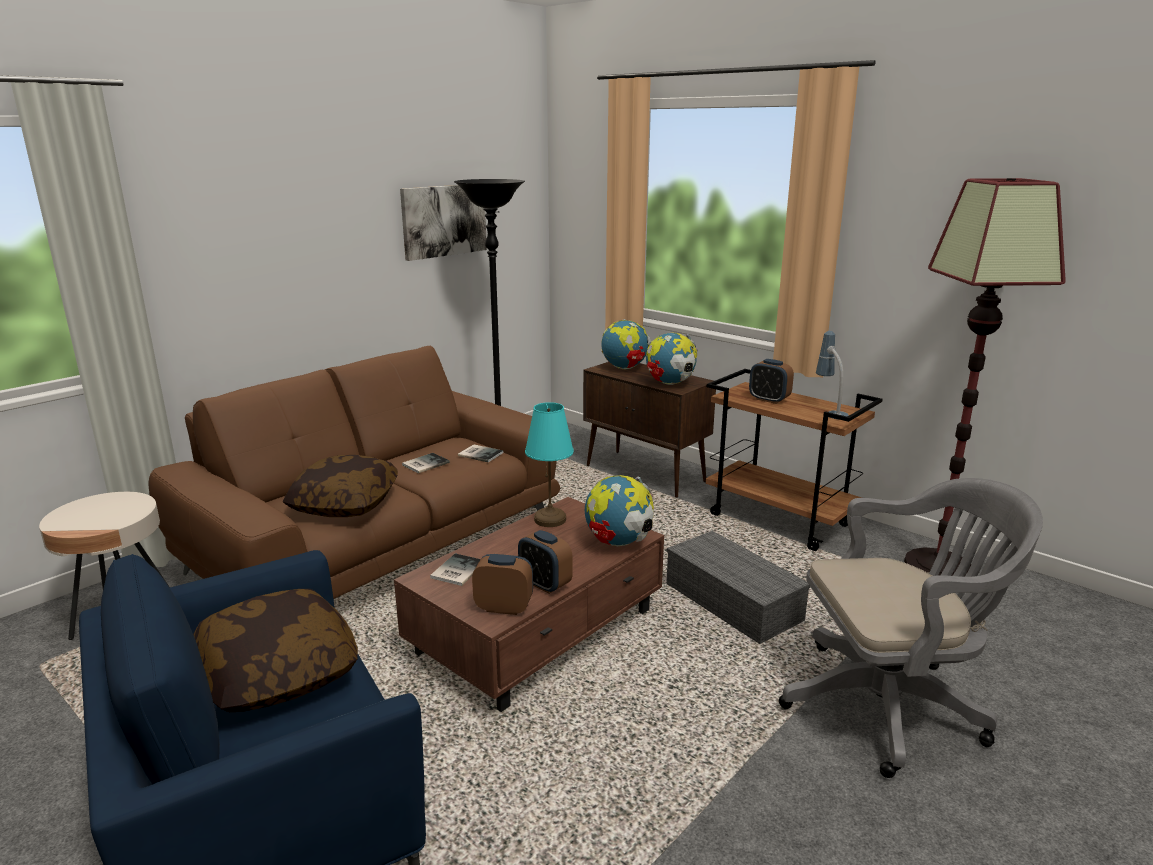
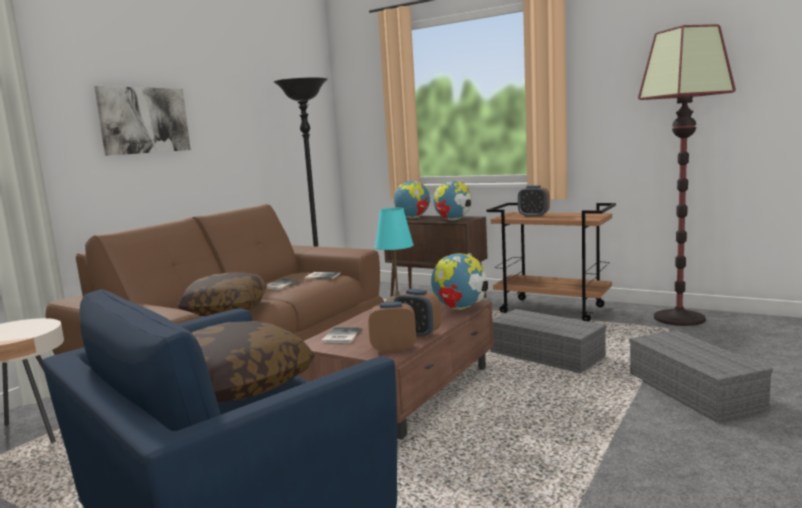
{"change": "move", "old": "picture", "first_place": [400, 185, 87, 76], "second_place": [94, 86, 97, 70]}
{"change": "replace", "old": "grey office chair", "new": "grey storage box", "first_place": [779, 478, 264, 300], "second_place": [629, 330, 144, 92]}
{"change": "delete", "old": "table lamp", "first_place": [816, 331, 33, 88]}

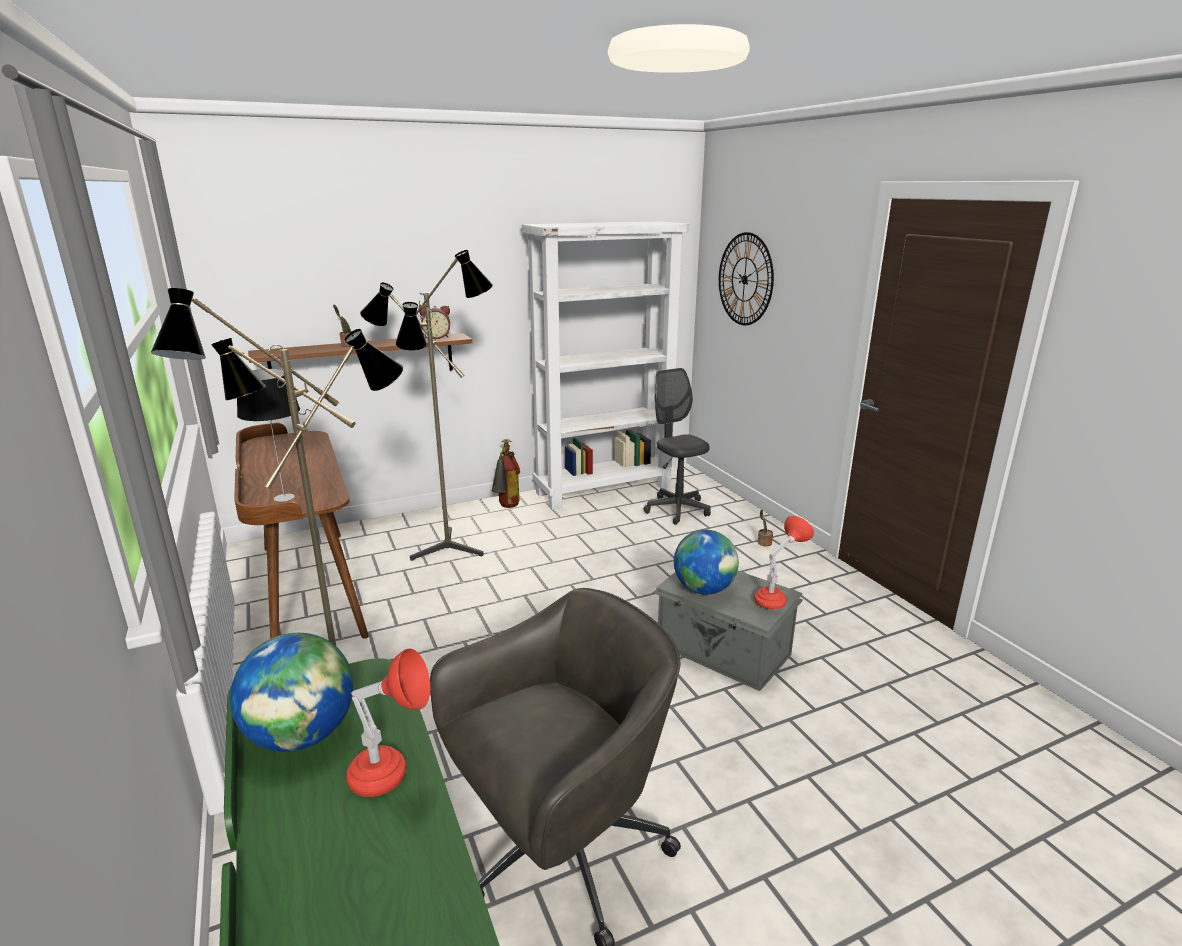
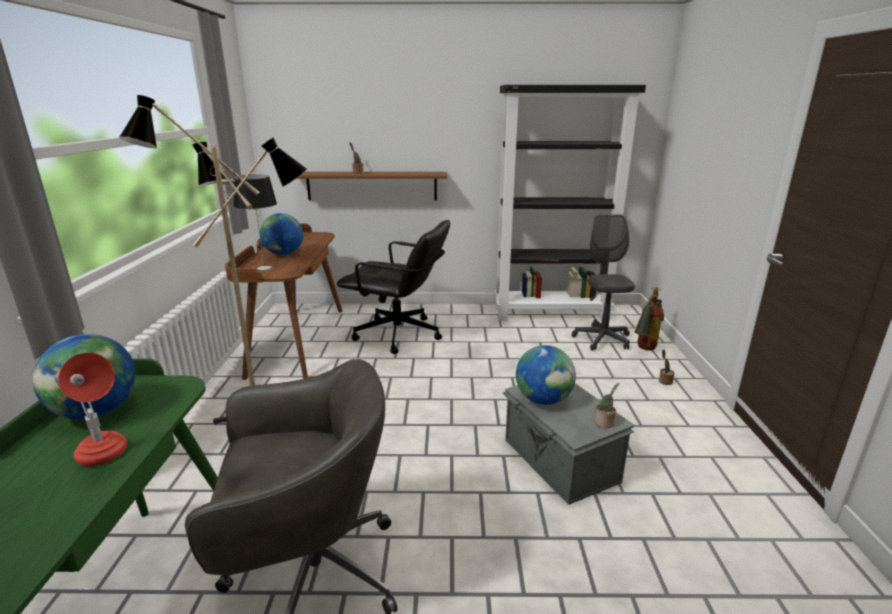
{"change": "replace", "old": "floor lamp", "new": "black office chair", "first_place": [360, 250, 133, 311], "second_place": [337, 220, 113, 134]}
{"change": "delete", "old": "alarm clock", "first_place": [419, 306, 31, 33]}
{"change": "move", "old": "fire extinguisher", "first_place": [492, 439, 28, 69], "second_place": [635, 287, 29, 63]}
{"change": "recolor", "old": "white bookcase", "new": "black bookcase", "first_place": [522, 221, 167, 289], "second_place": [494, 85, 152, 236]}
{"change": "delete", "old": "wall clock", "first_place": [719, 232, 55, 93]}
{"change": "replace", "old": "red table lamp", "new": "potted plant", "first_place": [754, 516, 60, 94], "second_place": [594, 382, 25, 46]}
{"change": "insert", "new": "globe", "second_place": [260, 213, 43, 42]}

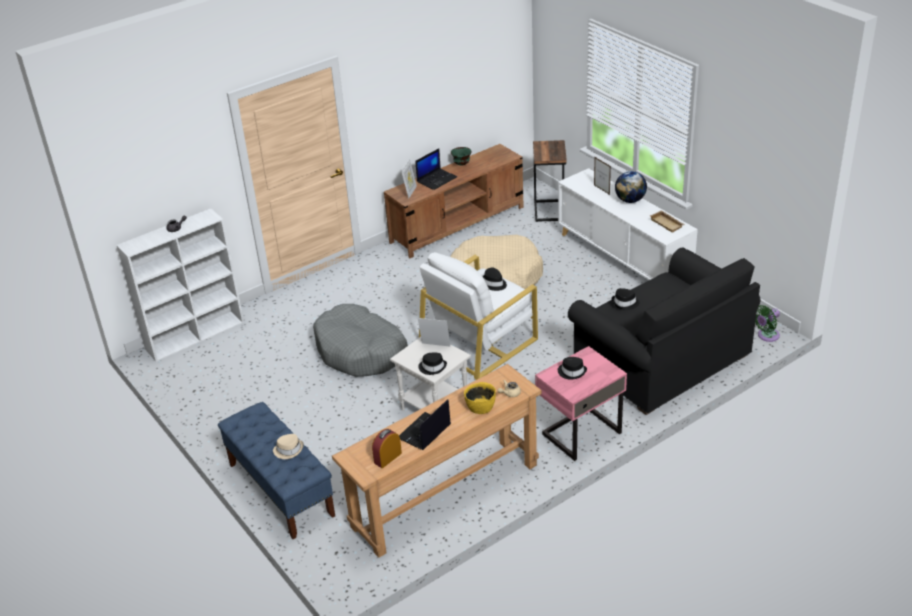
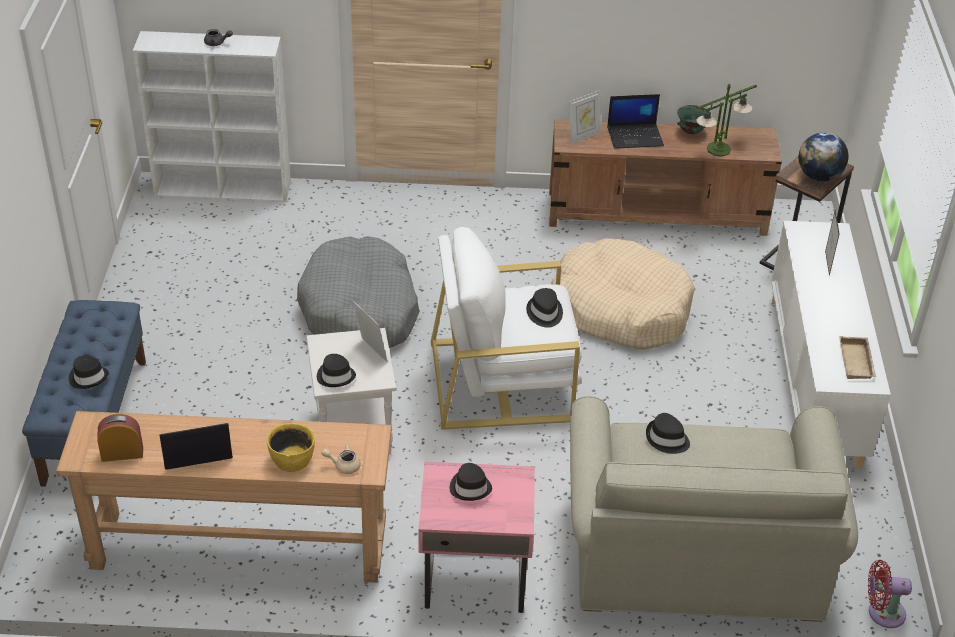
{"change": "recolor", "old": "beige hat", "new": "black hat", "first_place": [273, 434, 31, 25], "second_place": [69, 355, 40, 34]}
{"change": "recolor", "old": "black sofa", "new": "beige sofa", "first_place": [568, 248, 193, 167], "second_place": [570, 396, 288, 226]}
{"change": "move", "old": "globe", "first_place": [615, 171, 32, 32], "second_place": [799, 132, 50, 49]}
{"change": "recolor", "old": "green fan", "new": "red fan", "first_place": [755, 305, 25, 37], "second_place": [868, 560, 44, 68]}
{"change": "insert", "new": "table lamp", "second_place": [696, 84, 61, 73]}

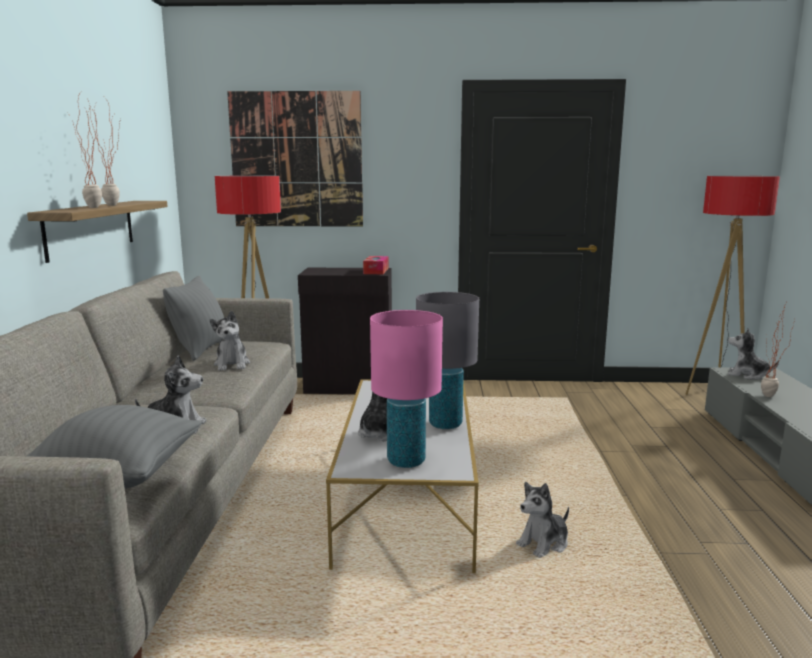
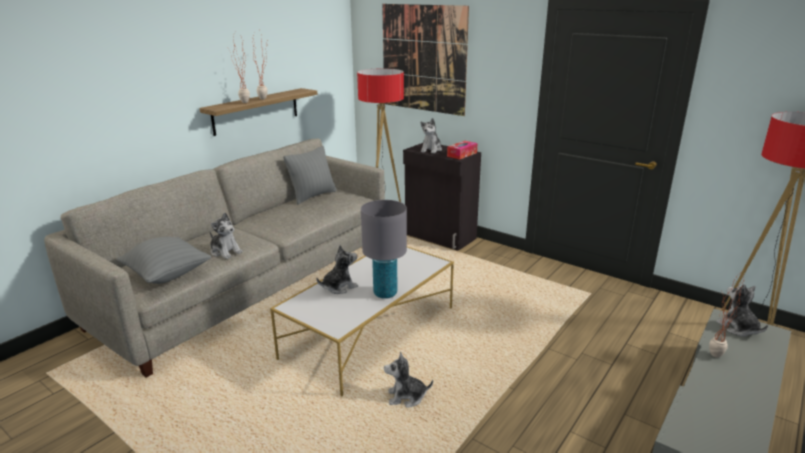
{"change": "move", "old": "plush toy", "first_place": [210, 311, 40, 60], "second_place": [421, 118, 21, 36]}
{"change": "delete", "old": "pink table lamp", "first_place": [370, 310, 73, 158]}

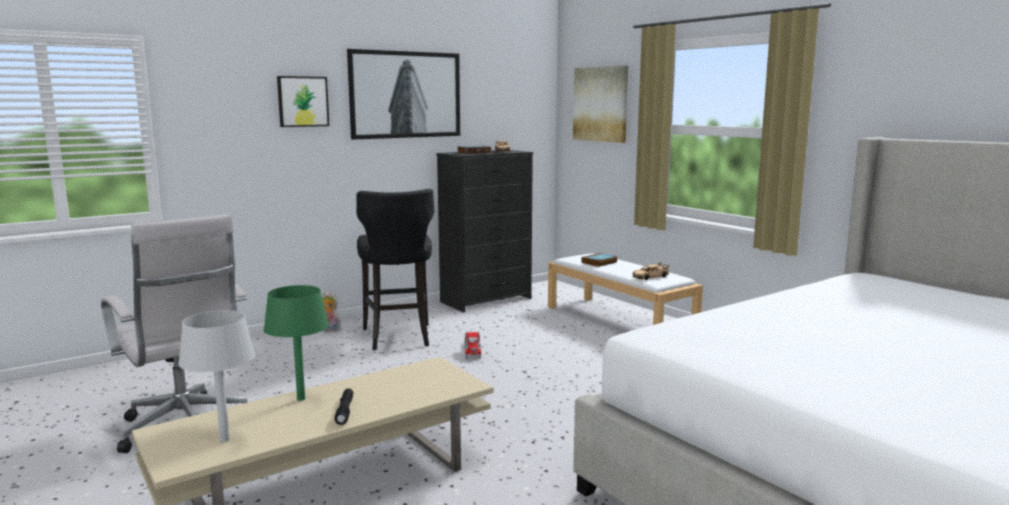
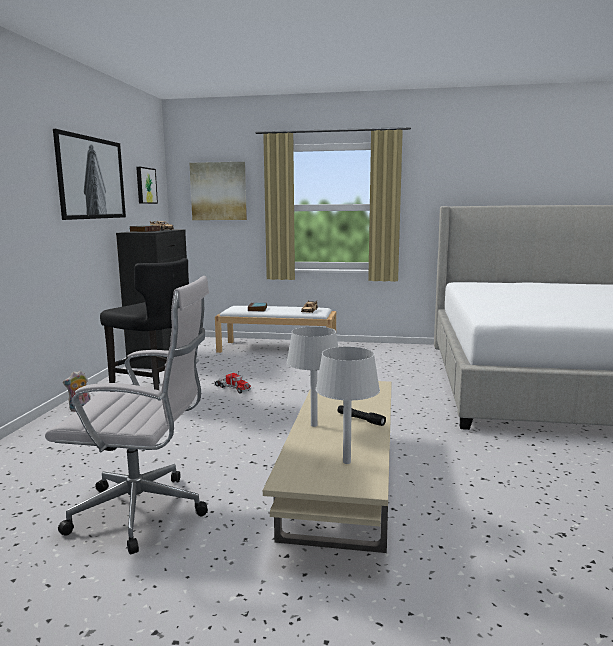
{"change": "recolor", "old": "green table lamp", "new": "grey table lamp", "first_place": [264, 285, 65, 116], "second_place": [287, 327, 51, 100]}
{"change": "move", "old": "picture", "first_place": [277, 76, 52, 51], "second_place": [136, 167, 22, 37]}

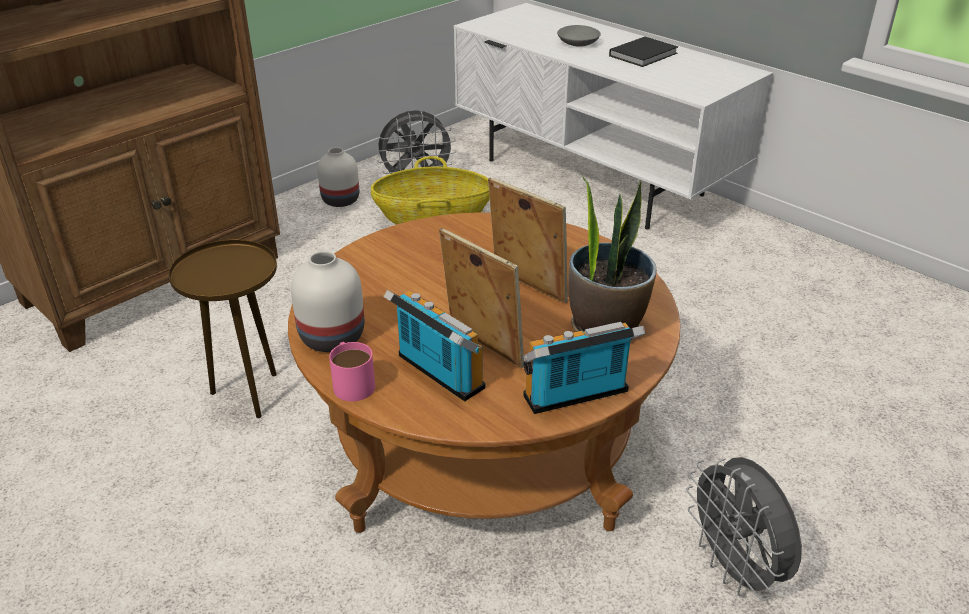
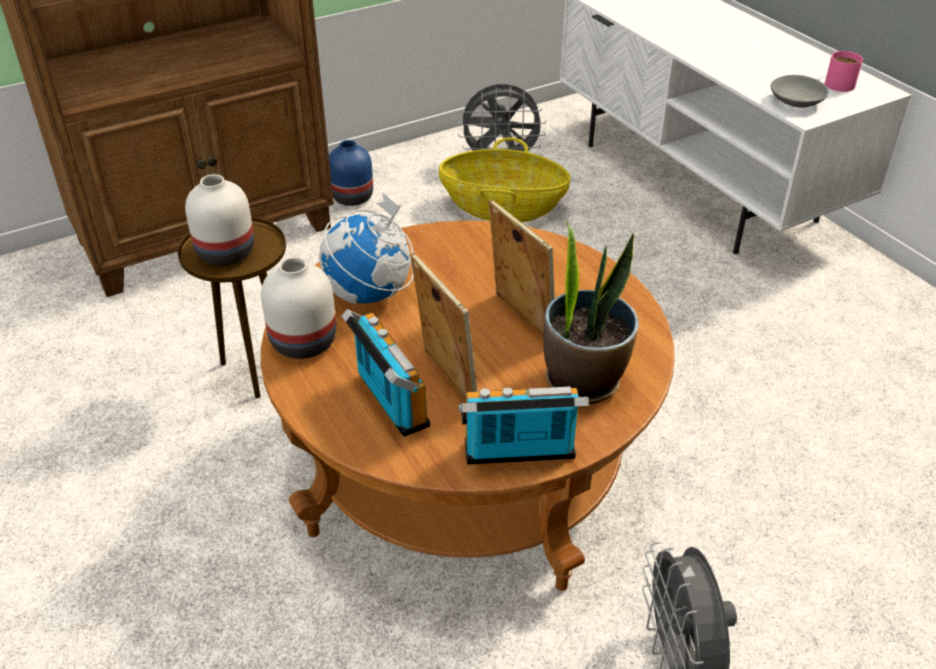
{"change": "move", "old": "white vase", "first_place": [317, 147, 42, 60], "second_place": [185, 174, 69, 92]}
{"change": "move", "old": "pink mug", "first_place": [329, 342, 46, 60], "second_place": [825, 51, 38, 41]}
{"change": "move", "old": "grey bowl", "first_place": [557, 25, 44, 22], "second_place": [771, 75, 58, 33]}
{"change": "delete", "old": "black book", "first_place": [609, 37, 69, 30]}
{"change": "insert", "new": "globe", "second_place": [319, 192, 94, 112]}
{"change": "insert", "new": "blue vase", "second_place": [329, 140, 44, 66]}

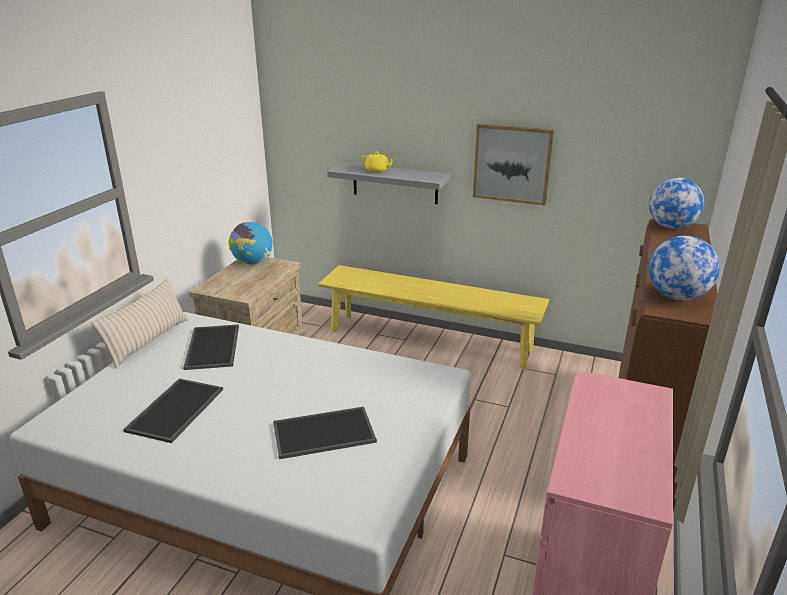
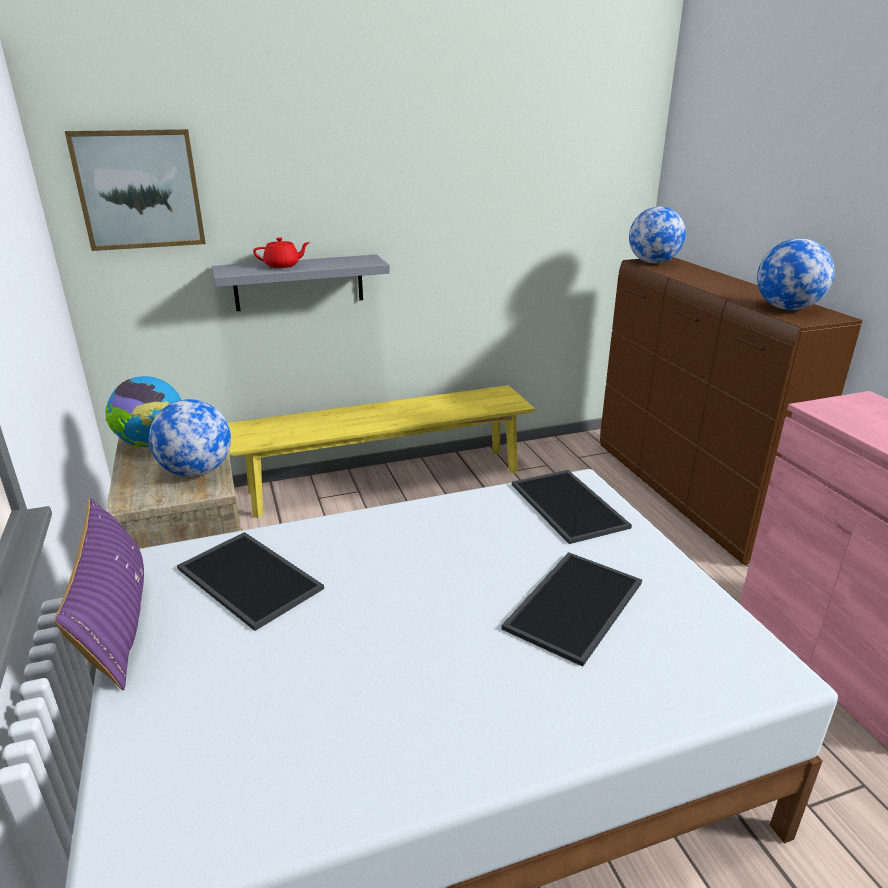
{"change": "recolor", "old": "beige pillow", "new": "purple pillow", "first_place": [91, 278, 97, 90], "second_place": [54, 498, 90, 192]}
{"change": "move", "old": "tray", "first_place": [123, 378, 100, 65], "second_place": [512, 470, 120, 74]}
{"change": "recolor", "old": "yellow teapot", "new": "red teapot", "first_place": [360, 151, 35, 22], "second_place": [253, 238, 57, 30]}
{"change": "move", "old": "picture", "first_place": [473, 124, 81, 82], "second_place": [65, 129, 141, 122]}
{"change": "insert", "new": "globe", "second_place": [149, 399, 82, 78]}

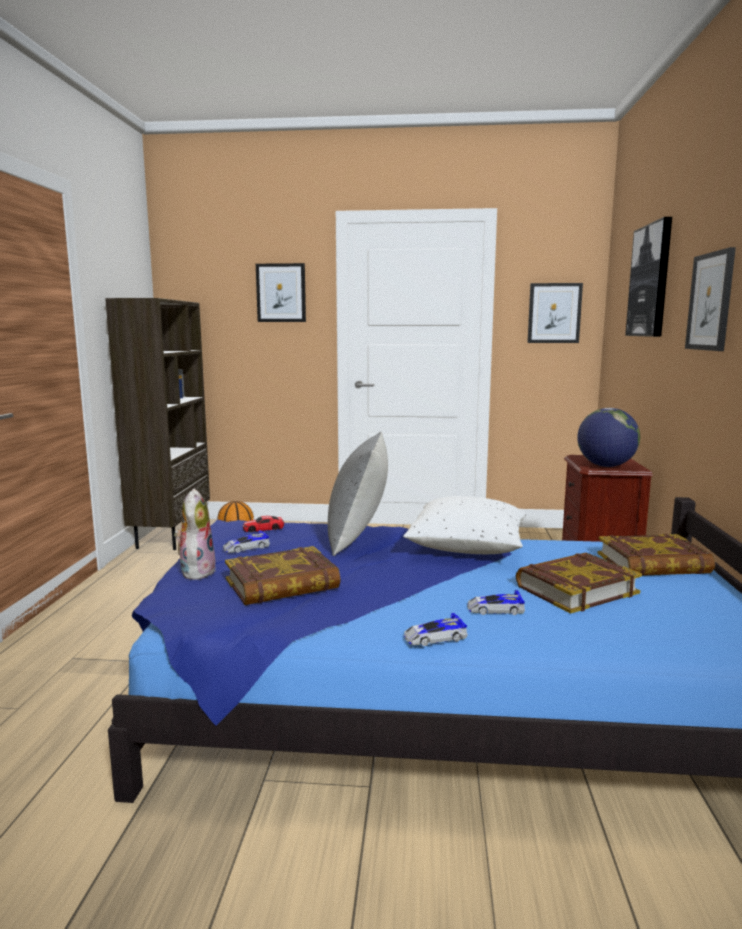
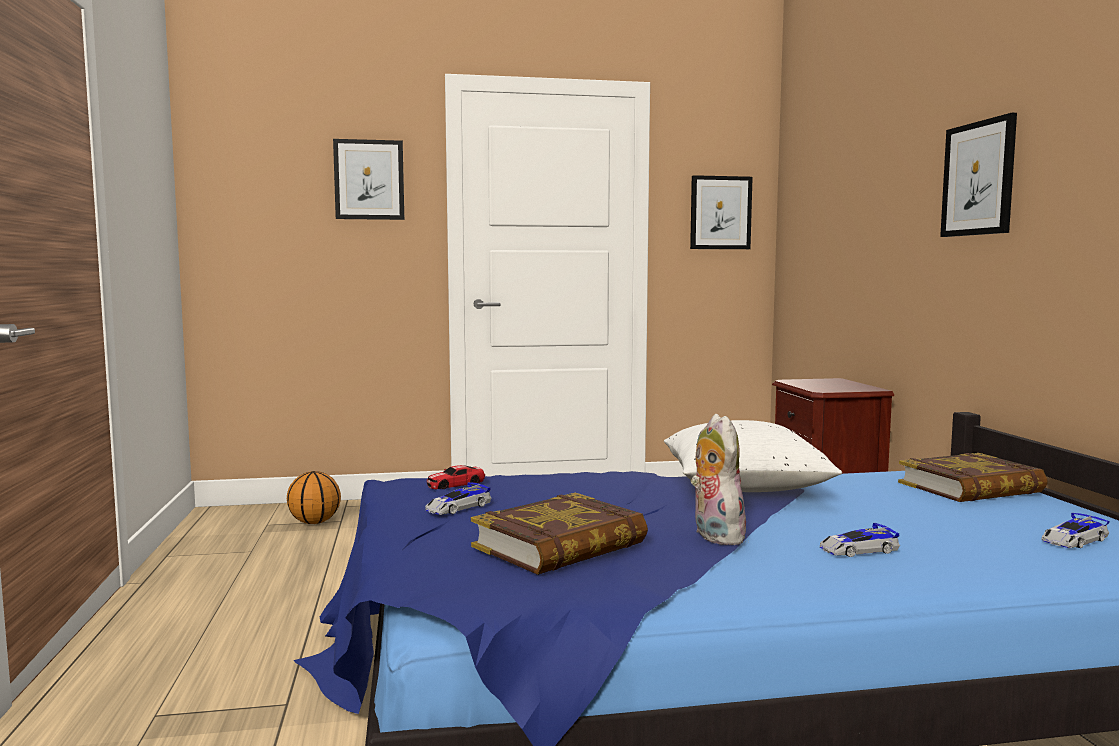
{"change": "delete", "old": "brown bookcase", "first_place": [105, 298, 105, 252]}
{"change": "move", "old": "plush toy", "first_place": [174, 489, 42, 91], "second_place": [690, 414, 59, 131]}
{"change": "delete", "old": "grey pillow", "first_place": [328, 432, 60, 124]}
{"change": "move", "old": "toy car", "first_place": [404, 613, 64, 33], "second_place": [1042, 513, 68, 35]}
{"change": "delete", "old": "book", "first_place": [516, 553, 126, 61]}
{"change": "delete", "old": "globe", "first_place": [577, 408, 63, 59]}
{"change": "delete", "old": "picture", "first_place": [625, 217, 47, 120]}

